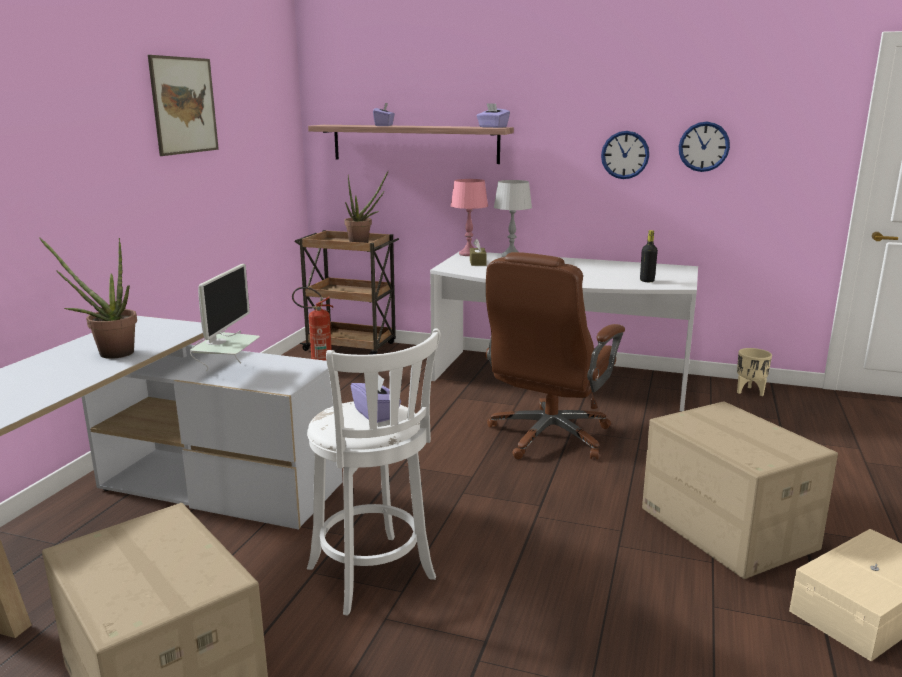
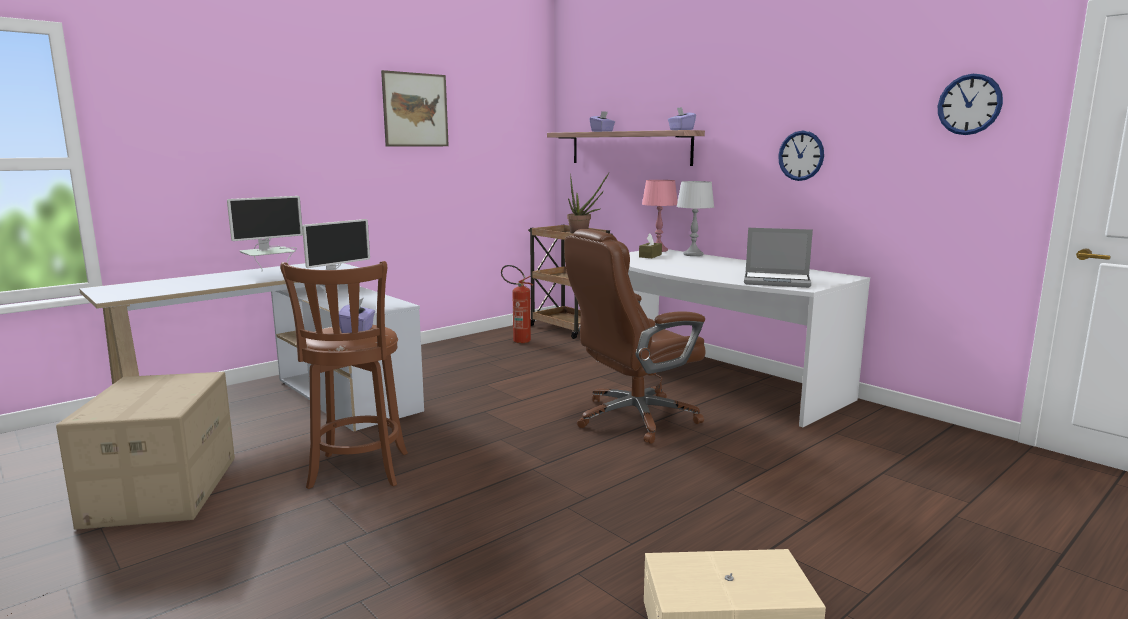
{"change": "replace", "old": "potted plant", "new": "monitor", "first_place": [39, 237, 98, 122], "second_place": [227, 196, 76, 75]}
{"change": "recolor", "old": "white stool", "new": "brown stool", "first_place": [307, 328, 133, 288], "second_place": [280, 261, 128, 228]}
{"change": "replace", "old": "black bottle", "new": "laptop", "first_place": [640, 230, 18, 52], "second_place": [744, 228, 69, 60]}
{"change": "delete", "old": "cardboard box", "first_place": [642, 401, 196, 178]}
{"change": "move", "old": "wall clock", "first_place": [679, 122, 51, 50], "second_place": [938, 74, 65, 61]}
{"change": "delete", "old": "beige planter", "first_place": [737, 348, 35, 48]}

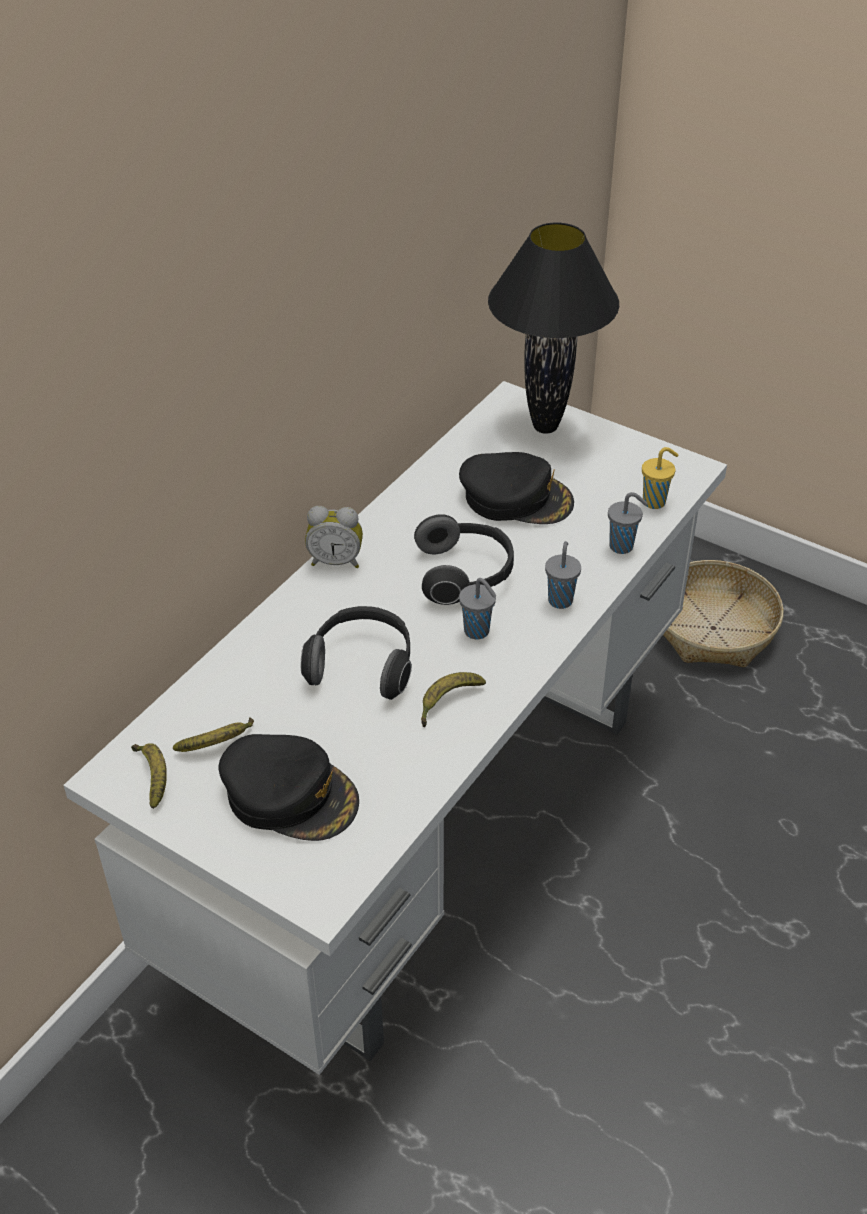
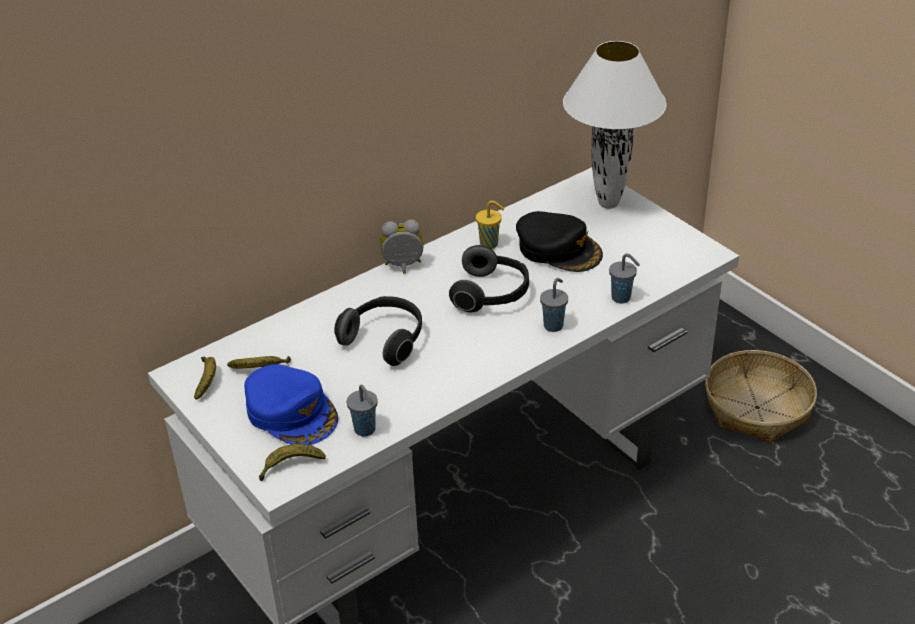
{"change": "recolor", "old": "black cap", "new": "blue cap", "first_place": [219, 734, 140, 107], "second_place": [244, 364, 94, 81]}
{"change": "rotate", "old": "alarm clock", "first_place": [305, 506, 58, 62], "second_place": [380, 219, 43, 55], "degrees": 150}
{"change": "move", "old": "banana", "first_place": [421, 672, 65, 55], "second_place": [259, 444, 67, 37]}
{"change": "move", "old": "grey cup", "first_place": [459, 578, 37, 62], "second_place": [347, 385, 31, 52]}
{"change": "recolor", "old": "black table lamp", "new": "white table lamp", "first_place": [488, 222, 131, 212], "second_place": [563, 41, 104, 168]}
{"change": "move", "old": "yellow cup", "first_place": [642, 447, 37, 62], "second_place": [476, 201, 28, 48]}

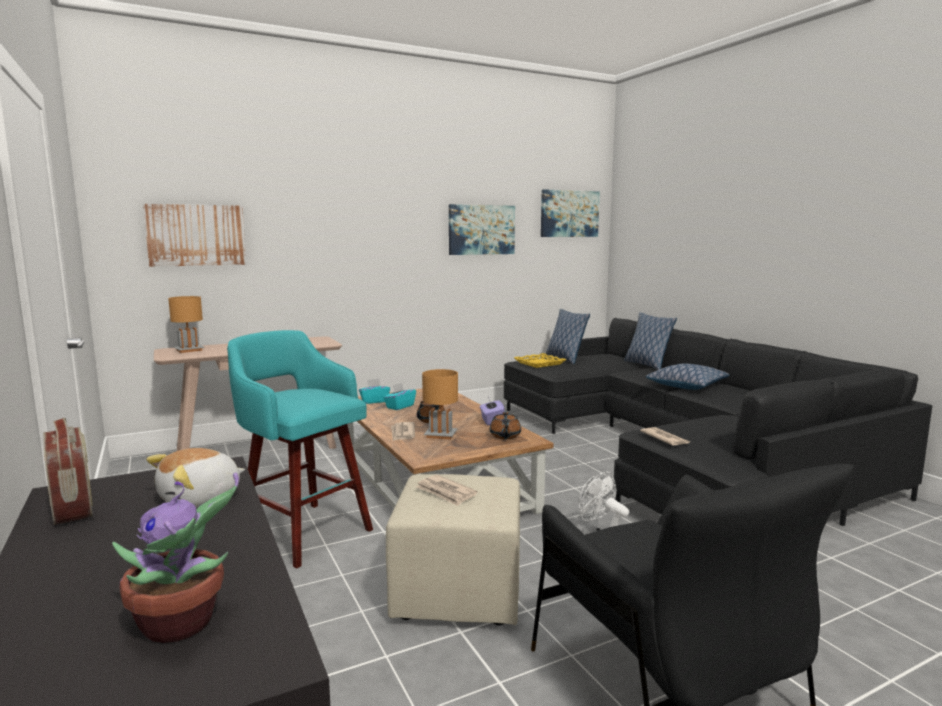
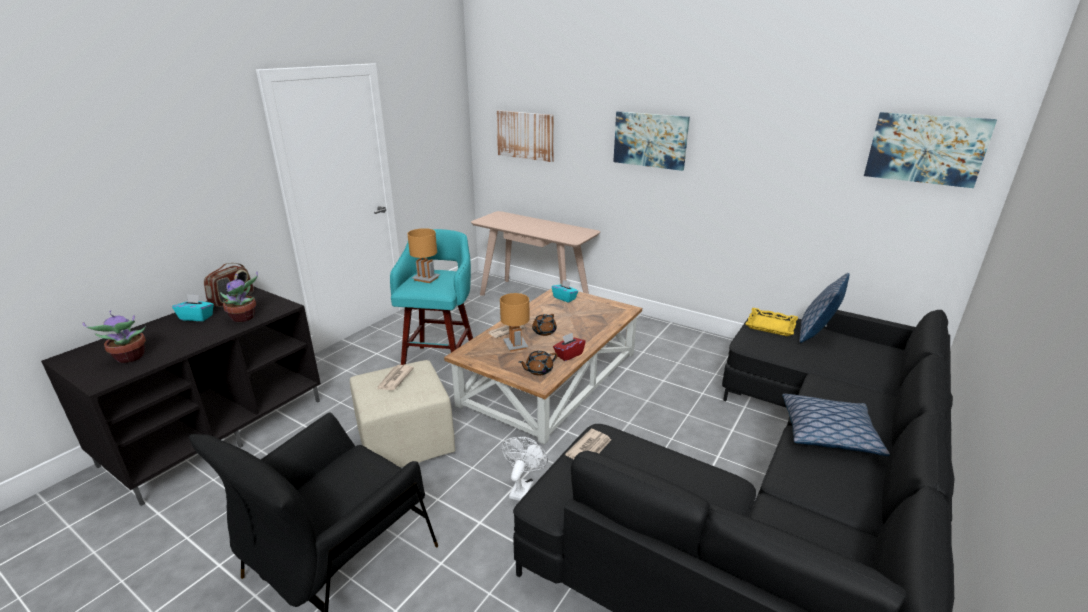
{"change": "replace", "old": "plush toy", "new": "potted plant", "first_place": [146, 448, 99, 60], "second_place": [220, 271, 38, 51]}
{"change": "move", "old": "brown table lamp", "first_place": [168, 296, 37, 57], "second_place": [407, 228, 33, 55]}
{"change": "move", "old": "turquoise tissue box", "first_place": [383, 383, 33, 27], "second_place": [172, 294, 42, 27]}
{"change": "move", "old": "picture", "first_place": [449, 204, 66, 51], "second_place": [613, 111, 77, 60]}
{"change": "recolor", "old": "purple tissue box", "new": "red tissue box", "first_place": [480, 397, 25, 28], "second_place": [553, 333, 33, 28]}
{"change": "delete", "old": "pillow", "first_place": [624, 312, 53, 58]}

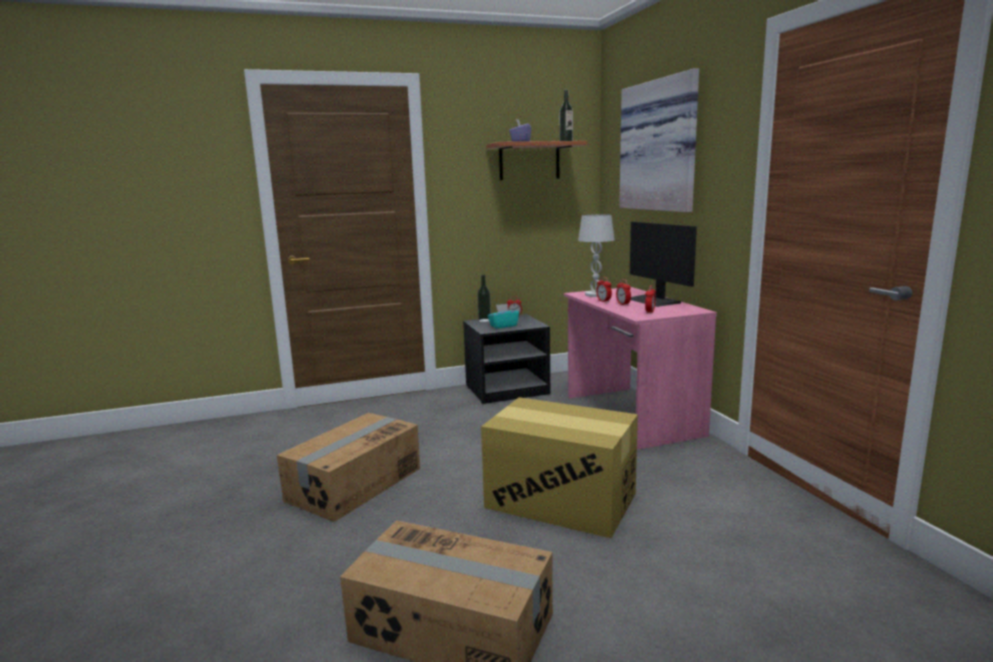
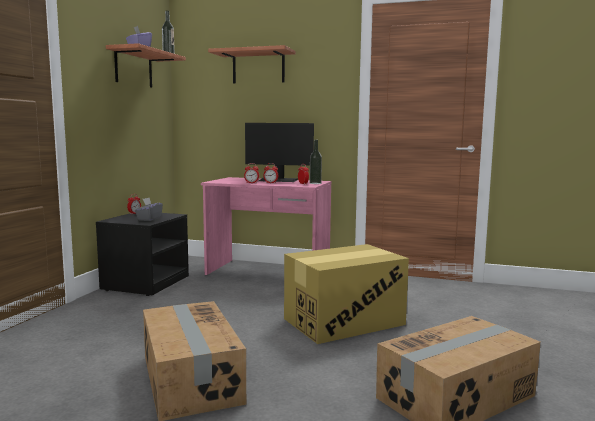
{"change": "move", "old": "bottle", "first_place": [477, 275, 14, 47], "second_place": [310, 140, 12, 44]}
{"change": "recolor", "old": "turquoise tissue box", "new": "grey tissue box", "first_place": [487, 303, 32, 25], "second_place": [135, 198, 28, 23]}
{"change": "delete", "old": "white table lamp", "first_place": [578, 214, 37, 83]}
{"change": "replace", "old": "picture", "new": "shelf", "first_place": [619, 68, 80, 144], "second_place": [208, 45, 87, 39]}

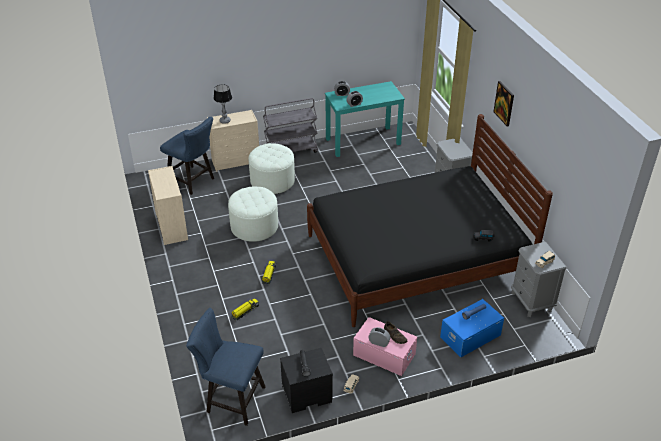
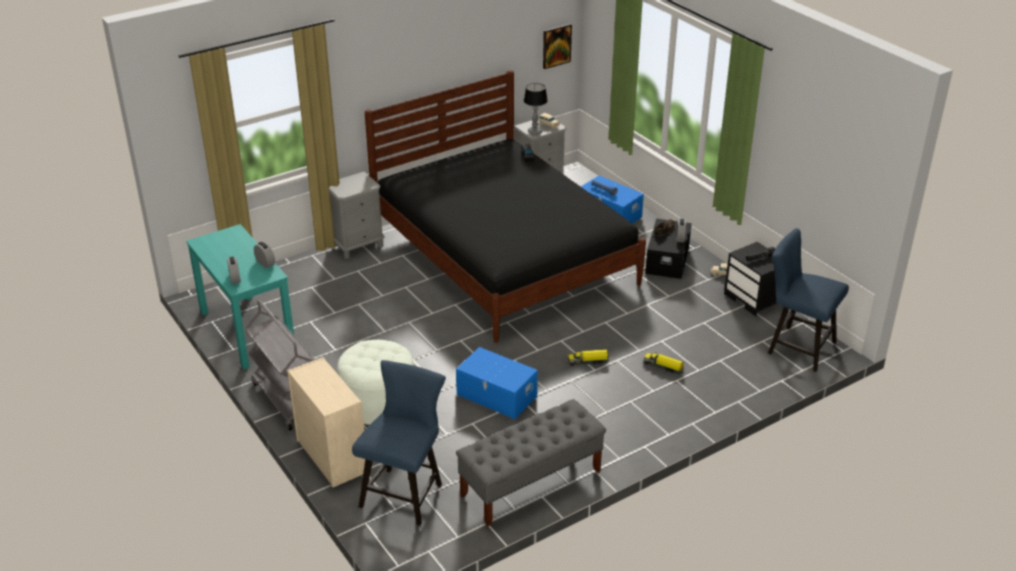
{"change": "replace", "old": "beige dresser", "new": "grey bench", "first_place": [148, 166, 40, 79], "second_place": [456, 399, 150, 127]}
{"change": "rotate", "old": "blue chair", "first_place": [186, 308, 80, 118], "second_place": [768, 228, 81, 144], "degrees": 120}
{"change": "move", "old": "table lamp", "first_place": [213, 84, 19, 40], "second_place": [523, 83, 25, 52]}
{"change": "replace", "old": "white ottoman", "new": "blue storage box", "first_place": [228, 187, 50, 55], "second_place": [456, 347, 82, 72]}
{"change": "recolor", "old": "pink storage box", "new": "black storage box", "first_place": [353, 317, 64, 59], "second_place": [645, 219, 47, 60]}
{"change": "move", "old": "picture", "first_place": [493, 81, 21, 46], "second_place": [543, 24, 29, 45]}

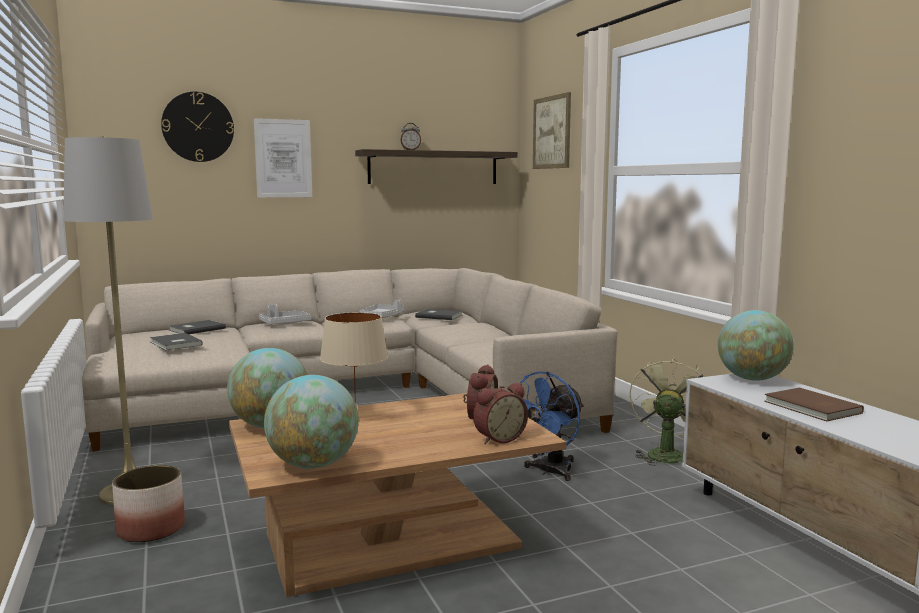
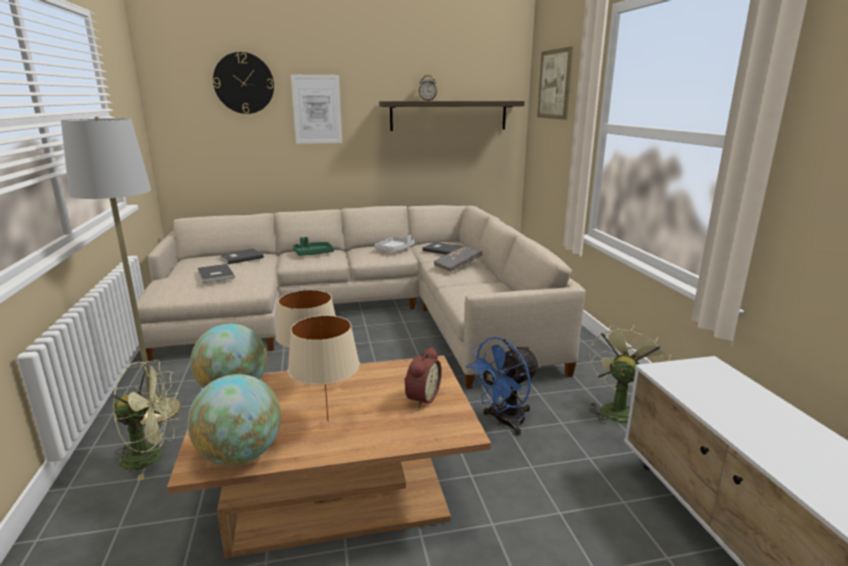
{"change": "replace", "old": "planter", "new": "green fan", "first_place": [112, 465, 73, 77], "second_place": [112, 360, 69, 121]}
{"change": "recolor", "old": "grey tray", "new": "green tray", "first_place": [259, 305, 52, 20], "second_place": [293, 237, 41, 19]}
{"change": "delete", "old": "alarm clock", "first_place": [473, 383, 55, 61]}
{"change": "delete", "old": "globe", "first_place": [718, 310, 76, 71]}
{"change": "delete", "old": "brown book", "first_place": [764, 388, 100, 33]}
{"change": "insert", "new": "beige table lamp", "second_place": [288, 315, 72, 106]}
{"change": "insert", "new": "grey book", "second_place": [434, 246, 48, 26]}

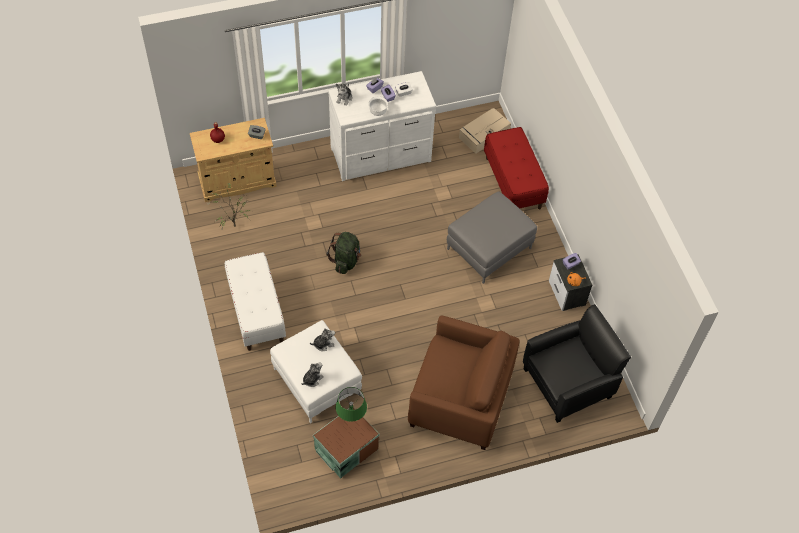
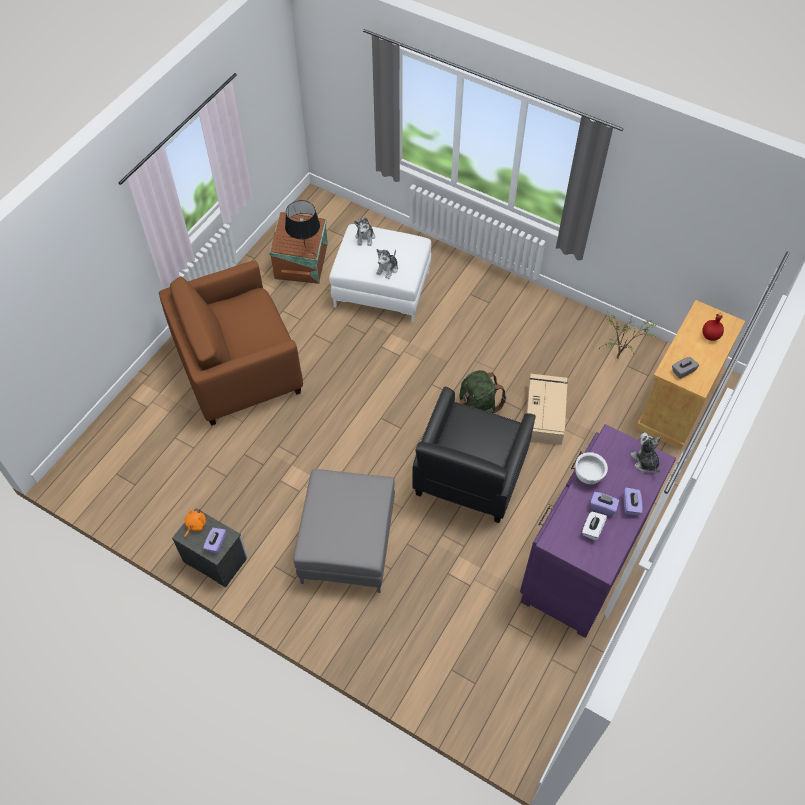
{"change": "delete", "old": "white bench", "first_place": [225, 252, 61, 99]}
{"change": "recolor", "old": "white dresser", "new": "purple dresser", "first_place": [328, 71, 108, 110], "second_place": [520, 424, 156, 214]}
{"change": "recolor", "old": "green table lamp", "new": "black table lamp", "first_place": [336, 387, 31, 35], "second_place": [285, 200, 35, 44]}
{"change": "move", "old": "beige storage box", "first_place": [459, 108, 52, 46], "second_place": [526, 374, 42, 71]}
{"change": "delete", "old": "red bench", "first_place": [484, 127, 65, 82]}
{"change": "move", "old": "black armchair", "first_place": [523, 304, 108, 119], "second_place": [412, 387, 124, 136]}

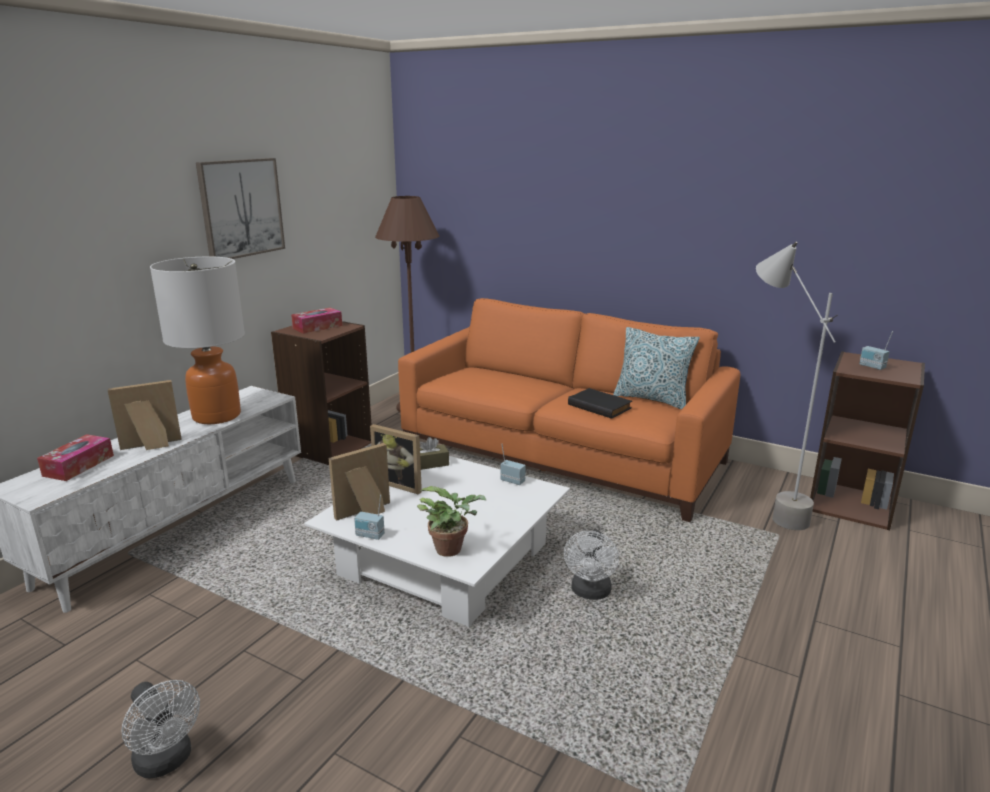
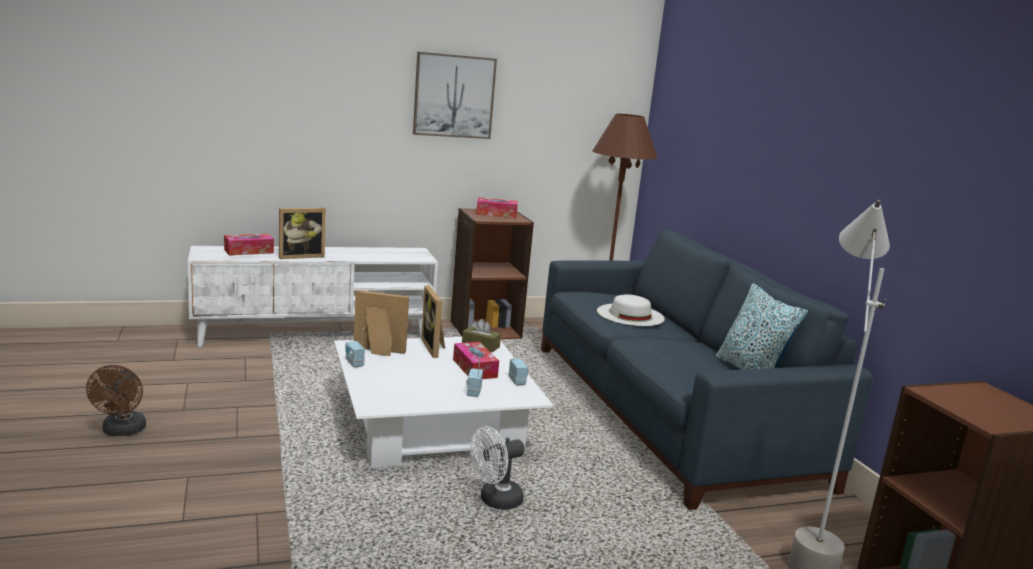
{"change": "rotate", "old": "picture frame", "first_place": [108, 380, 74, 70], "second_place": [279, 208, 47, 51], "degrees": 135}
{"change": "recolor", "old": "white fan", "new": "brown fan", "first_place": [121, 680, 79, 98], "second_place": [86, 365, 60, 71]}
{"change": "delete", "old": "table lamp", "first_place": [150, 256, 95, 168]}
{"change": "recolor", "old": "orange sofa", "new": "blue sofa", "first_place": [398, 298, 342, 224], "second_place": [541, 229, 332, 281]}
{"change": "delete", "old": "potted plant", "first_place": [417, 486, 70, 71]}
{"change": "delete", "old": "black book", "first_place": [568, 388, 64, 31]}
{"change": "move", "old": "radio", "first_place": [859, 331, 34, 39], "second_place": [466, 357, 17, 40]}
{"change": "insert", "new": "tissue box", "second_place": [453, 342, 46, 37]}
{"change": "insert", "new": "white hat", "second_place": [597, 295, 68, 31]}

